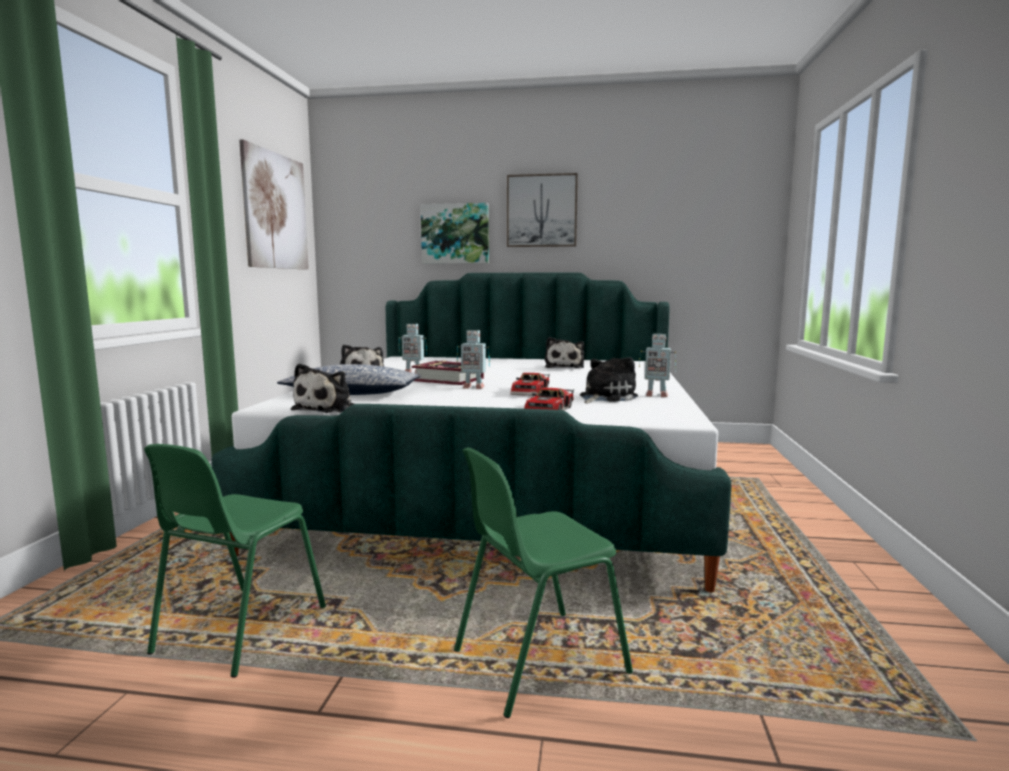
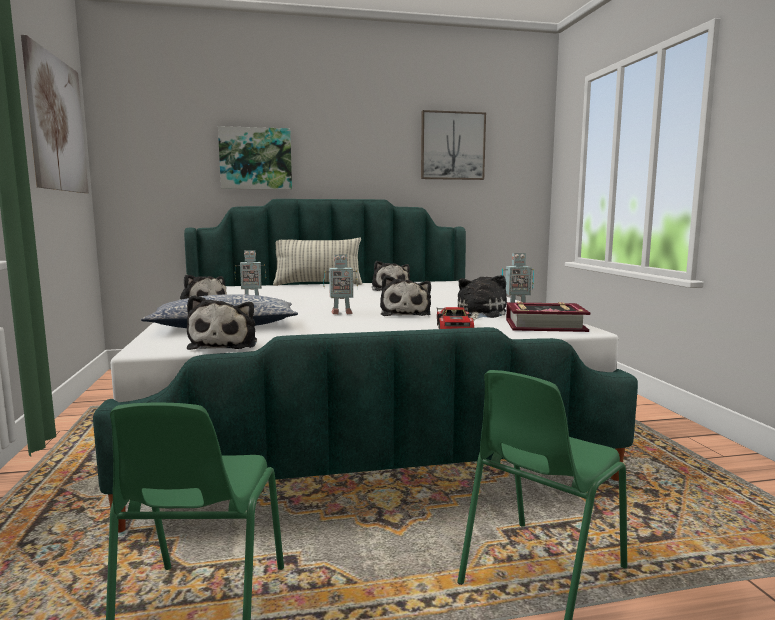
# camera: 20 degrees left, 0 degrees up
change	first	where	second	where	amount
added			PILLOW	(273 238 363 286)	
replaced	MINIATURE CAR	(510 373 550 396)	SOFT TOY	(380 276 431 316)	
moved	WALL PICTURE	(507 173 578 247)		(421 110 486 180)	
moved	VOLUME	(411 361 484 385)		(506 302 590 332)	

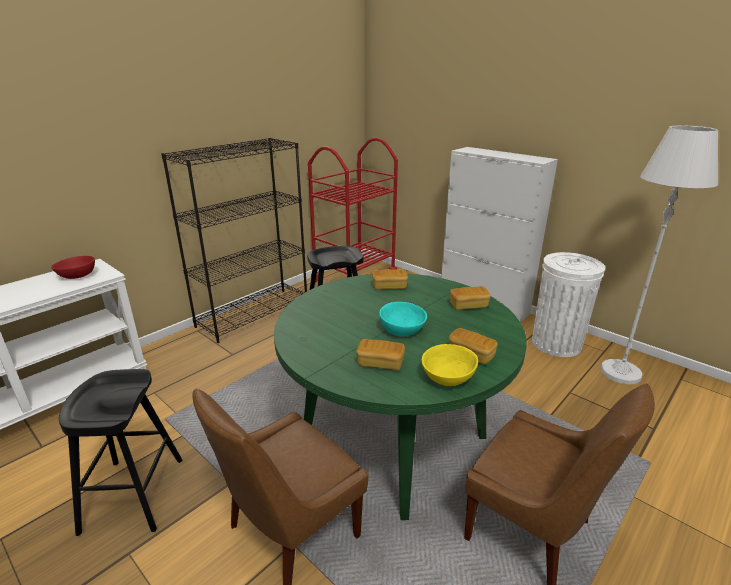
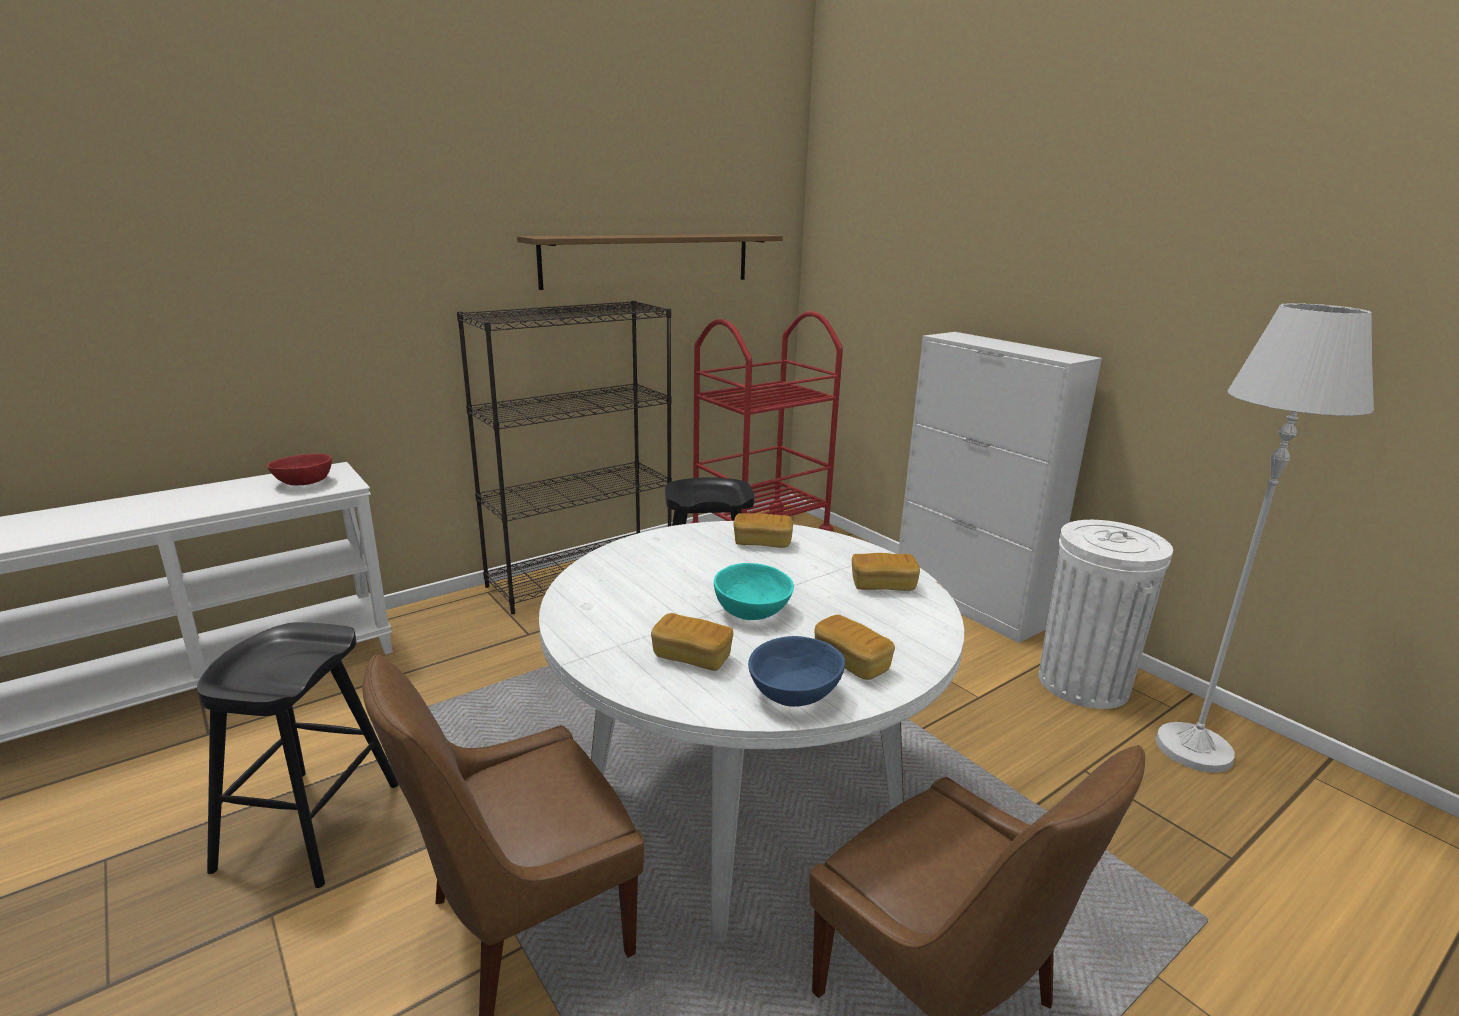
# camera: 10 degrees right, 5 degrees down
change	first	where	second	where	amount
added			SHELF	(517 234 783 290)	
recoloured	GREEN DINING TABLE	(274 274 527 520)	WHITE DINING TABLE	(539 521 964 942)	
recoloured	YELLOWISH DEEP DISH	(422 344 478 386)	BLUE-COLOURED DEEP DISH	(748 636 845 707)	

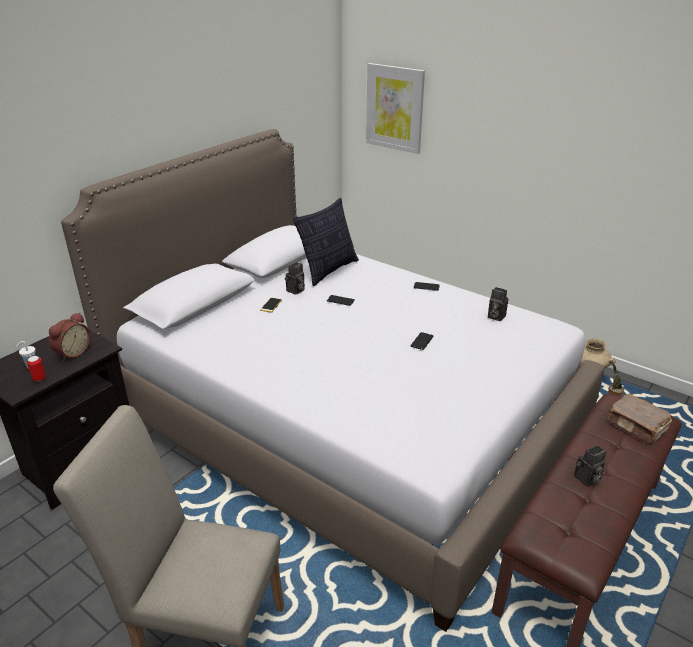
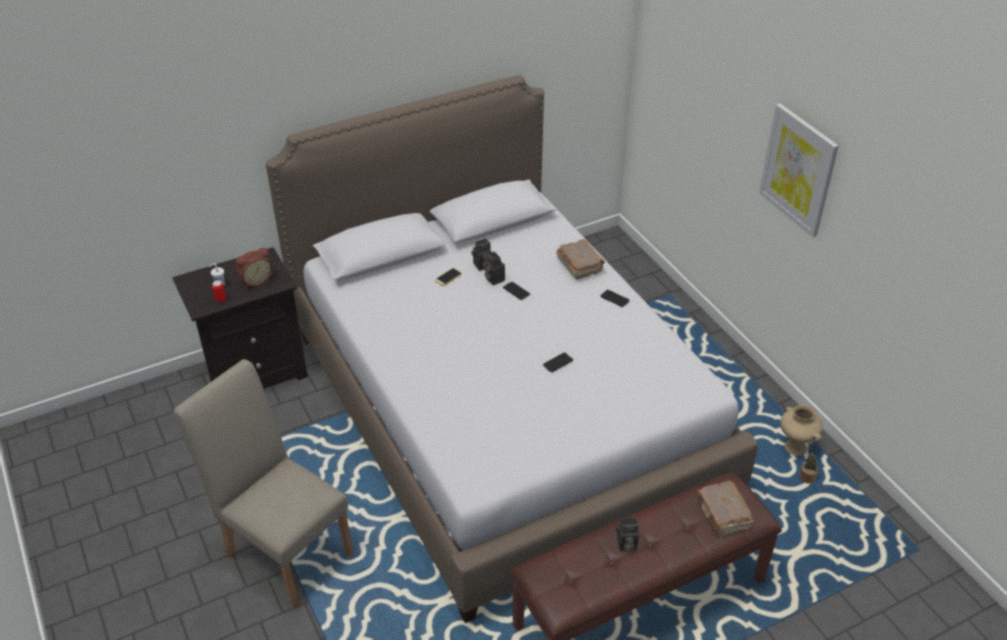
# camera: 25 degrees right, 10 degrees up
change	first	where	second	where	amount
moved	STILL CAMERA	(488 287 508 321)		(485 252 505 285)	
added			BROWNISH VOLUME	(556 239 605 279)	
moved	WALL PICTURE	(366 63 425 154)		(759 104 839 237)	
removed	PILLOW	(293 198 359 286)			

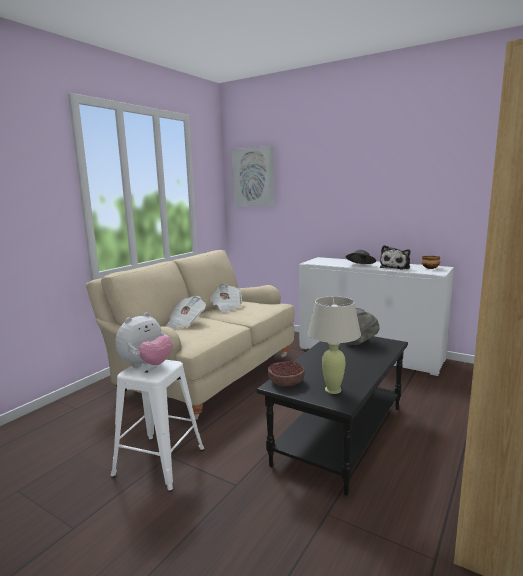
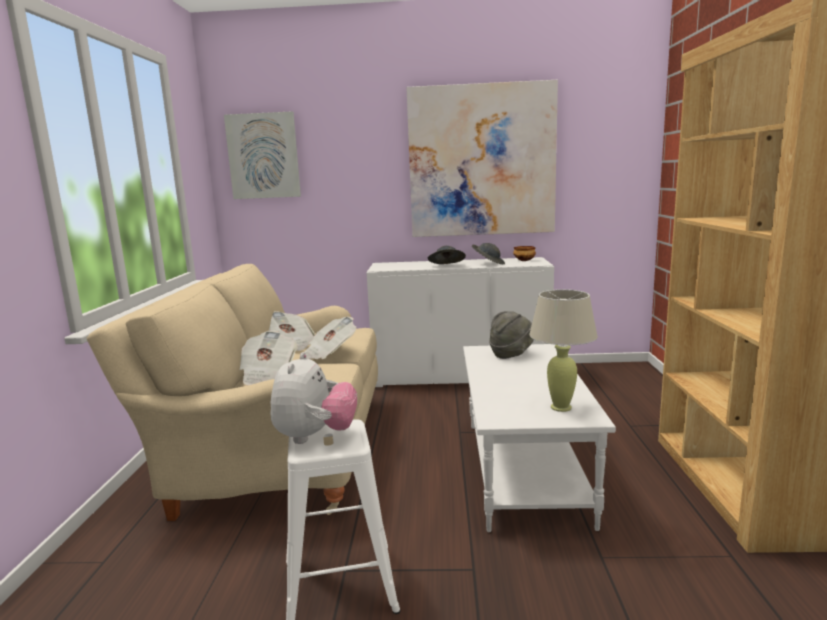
# camera: 30 degrees left, 0 degrees up
change	first	where	second	where	amount
added			NEWSPAPER	(304 316 356 359)	
added			WALL PICTURE	(406 80 558 237)	
recoloured	BLACK COFFEE TABLE	(257 336 408 496)	WHITE COFFEE TABLE	(463 344 616 532)	
replaced	SOFT TOY	(380 245 410 269)	GRAY CLOTHING HAT	(472 243 505 264)	
removed	DEEP DISH	(268 360 304 386)			

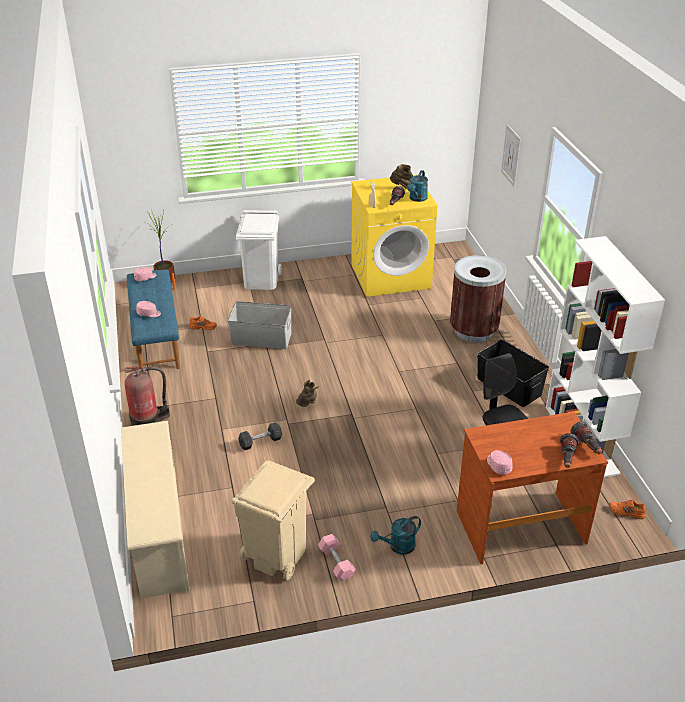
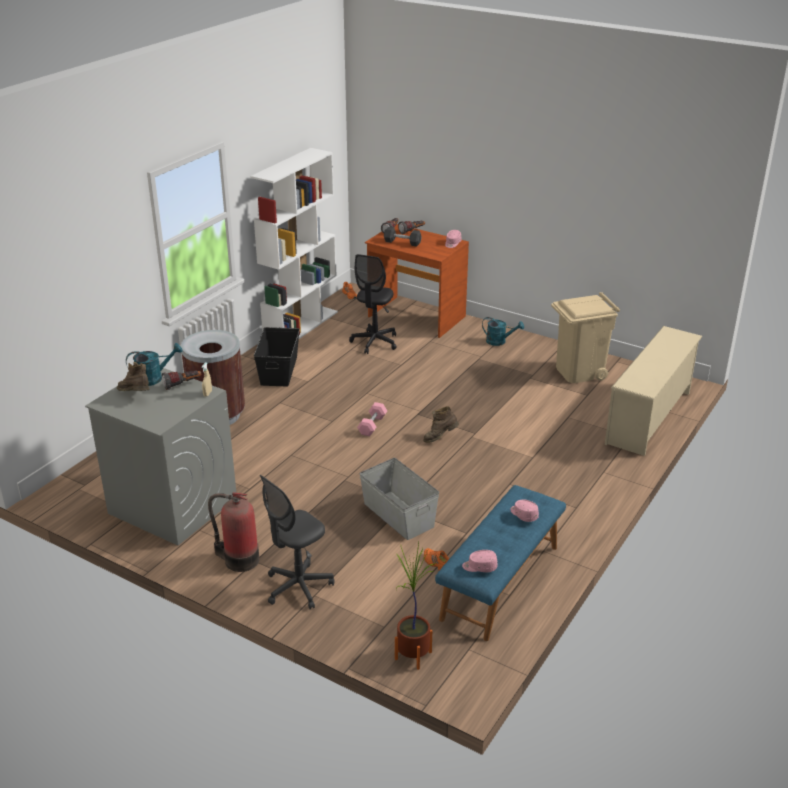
# camera: 135 degrees left, 5 degrees down
change	first	where	second	where	amount
recoloured	YELLOWISH LAUNDRY APPLIANCE	(351 175 437 297)	GRAY LAUNDRY APPLIANCE	(85 368 236 546)	
moved	EXTINGUISHER	(125 366 170 426)		(208 492 259 572)	
replaced	WHITE TRASH CAN	(236 210 282 290)	GRAY DESK CHAIR	(260 475 334 609)	
moved	PINK DUMBBELL	(318 534 356 581)		(357 402 387 436)	
moved	GRAY DUMBBELL	(238 422 282 450)		(384 226 422 247)	
removed	WALL PICTURE	(501 124 521 187)			

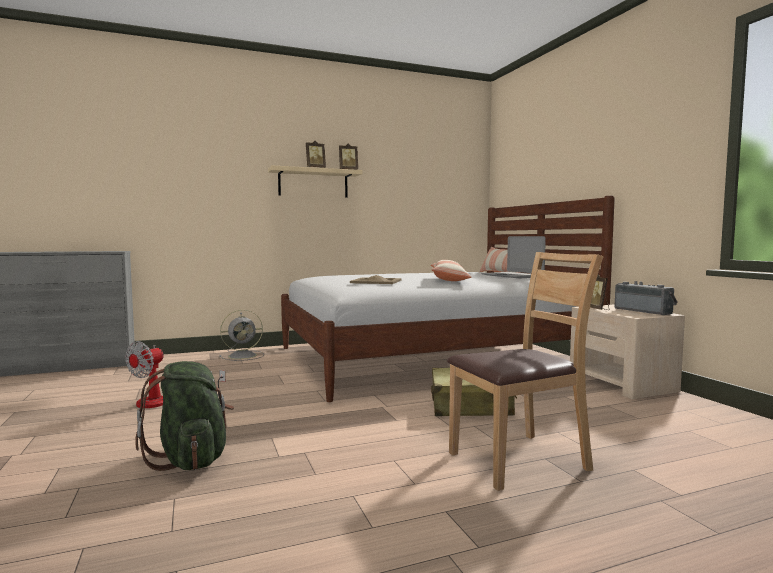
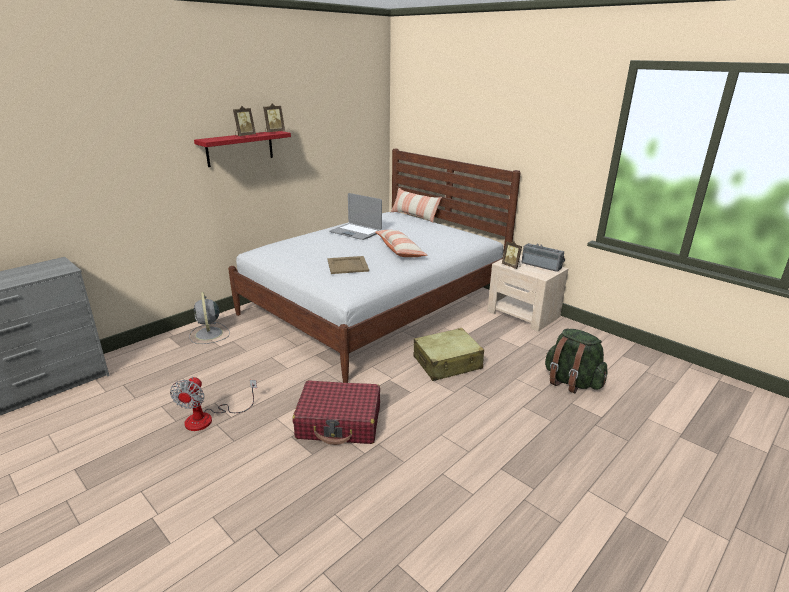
# camera: 25 degrees left, 20 degrees up
change	first	where	second	where	amount
turned	GRAY ELECTRIC FAN	(219 310 264 361)		(189 292 230 344)	120 degrees clockwise
recoloured	BEIGE SHELF	(268 165 363 198)	RED SHELF	(194 131 291 167)	
added			RED TRAVEL CASE	(292 380 380 445)	
moved	NOTEBOOK COMPUTER	(481 236 546 278)		(329 193 382 240)	
moved	GREEN KNAPSACK	(135 361 234 471)		(545 329 607 393)	
removed	BROWNISH PLAIN CHAIR	(447 252 603 491)			

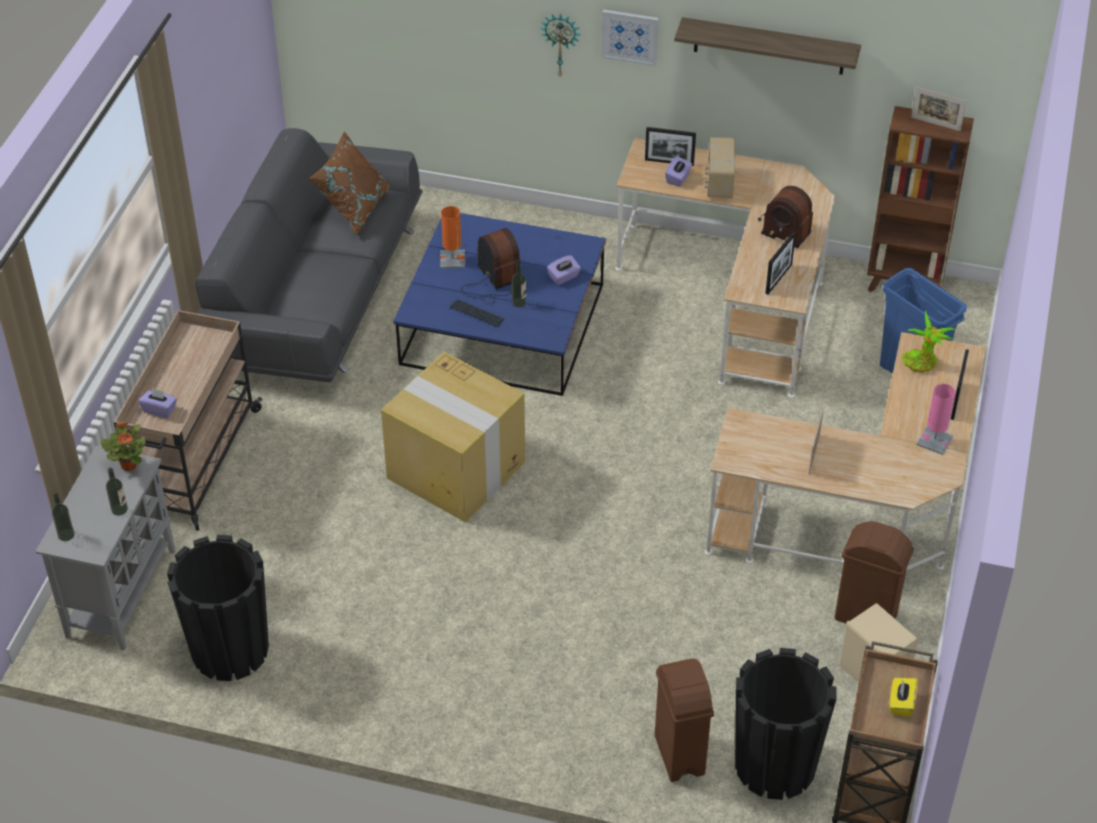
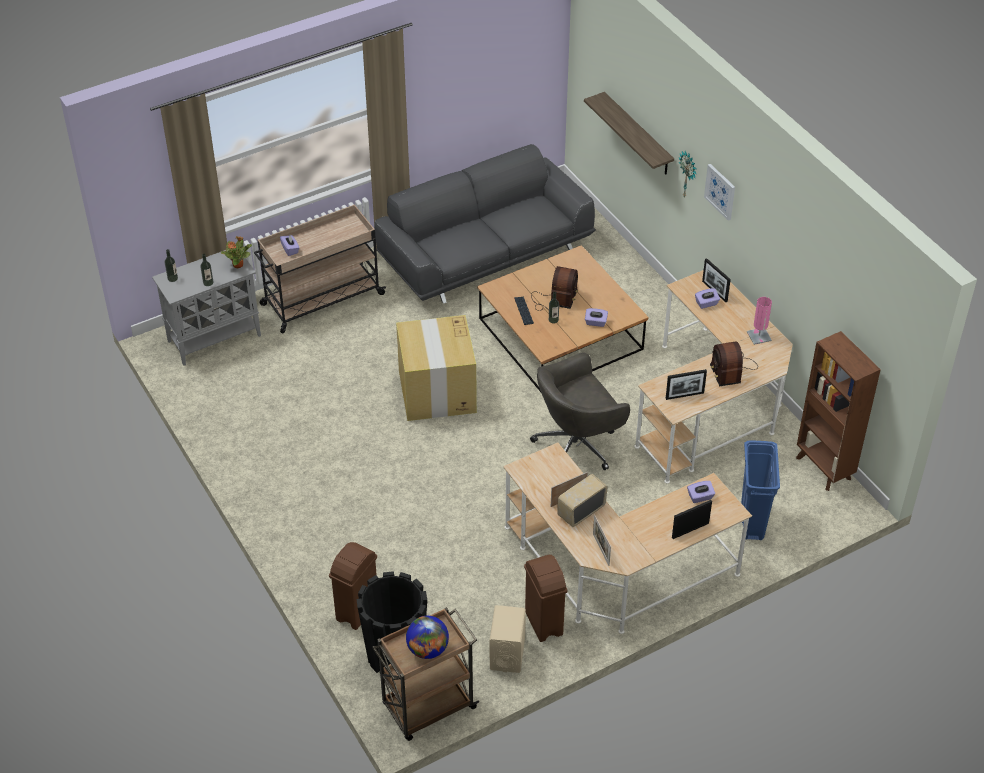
# camera: 45 degrees right, 0 degrees up
change	first	where	second	where	amount
replaced	YELLOWISH BOX OF TISSUES	(890 678 918 717)	GLOBE	(406 616 449 659)	
recoloured	BLUE-COLOURED COFFEE TABLE	(393 213 606 396)	BROWNISH COFFEE TABLE	(477 245 649 392)	
added			GRAY DESK CHAIR	(530 353 630 470)	
moved	RADIO	(705 137 735 198)		(558 474 608 527)	
moved	SHELF	(674 17 861 75)		(584 92 674 174)	
moved	PHOTO FRAME	(911 87 966 131)		(593 515 611 566)	
replaced	HOUSEPLANT	(902 311 956 373)	PURPLISH BOX OF TISSUES	(687 481 715 503)	
moved	PINK LAMP FOR A TABLE	(916 384 956 455)		(747 297 772 345)	
removed	BLACK FLOWER POT	(167 535 269 681)			
removed	BROWNISH PILLOW	(309 131 390 235)			
removed	ORANGE-COLOURED LAMP FOR A TABLE	(440 206 465 268)			

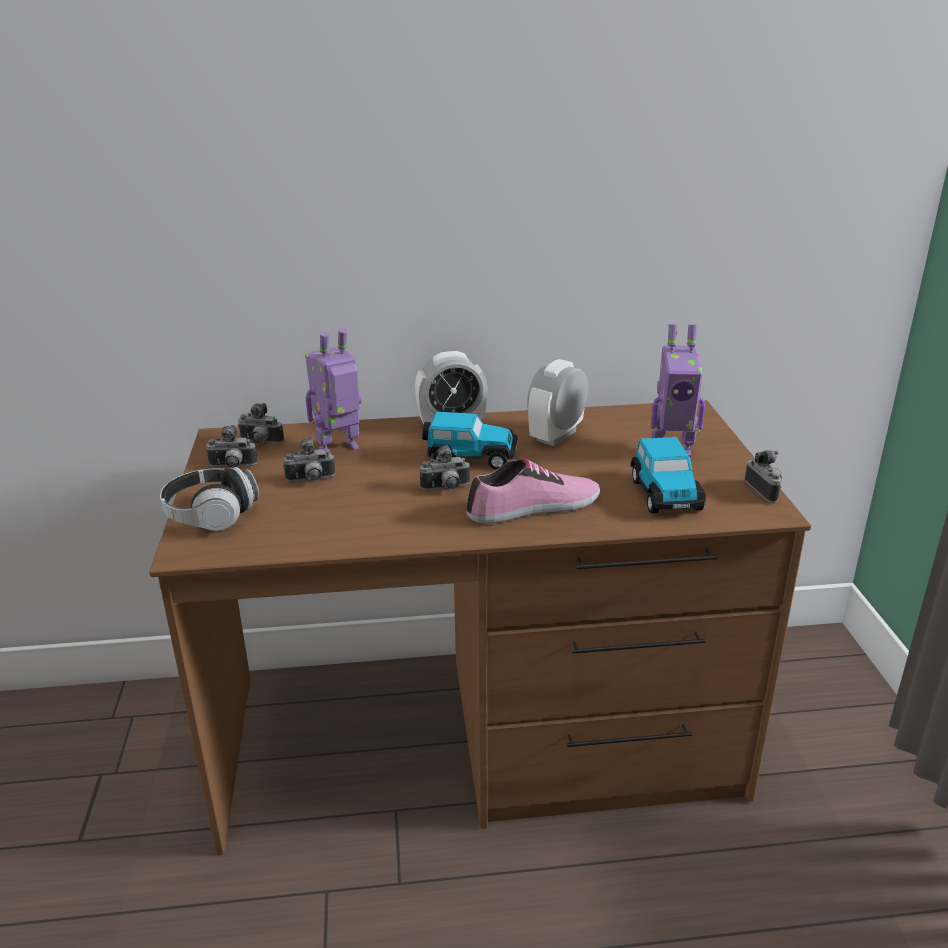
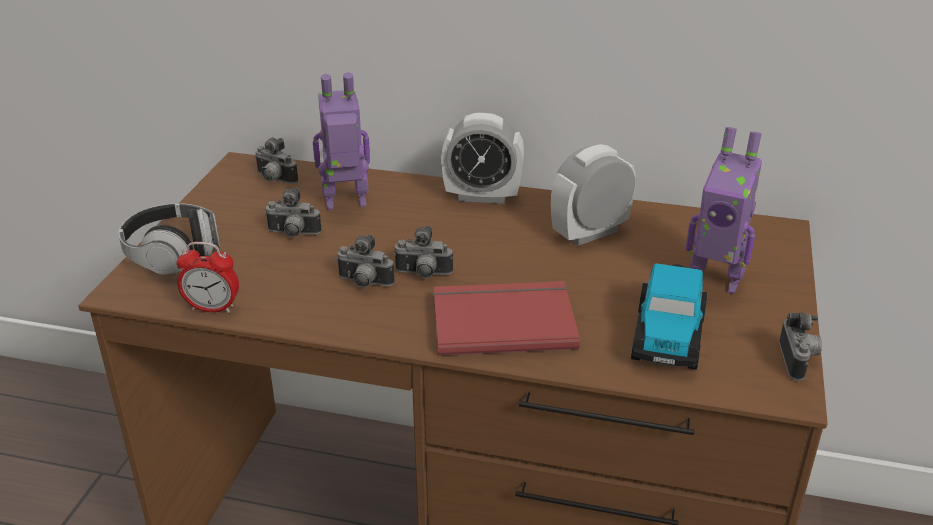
# camera: 20 degrees right, 5 degrees up
change	first	where	second	where	amount
added			ALARM CLOCK	(176 242 239 313)	
moved	STILL CAMERA	(206 425 258 468)		(336 234 395 287)	
replaced	ITEM OF FOOTWEAR	(467 459 600 524)	RED VOLUME	(433 281 580 356)	
removed	MINIATURE CAR	(422 412 518 470)			

